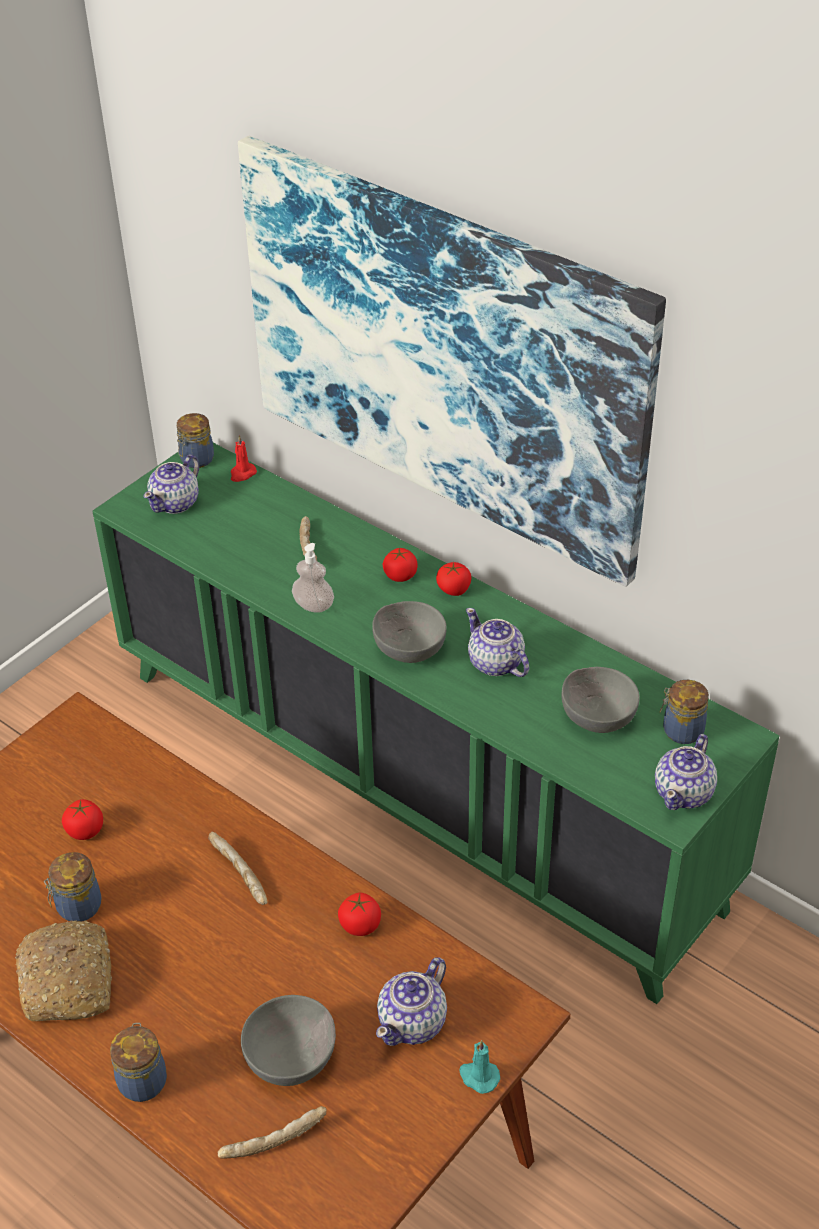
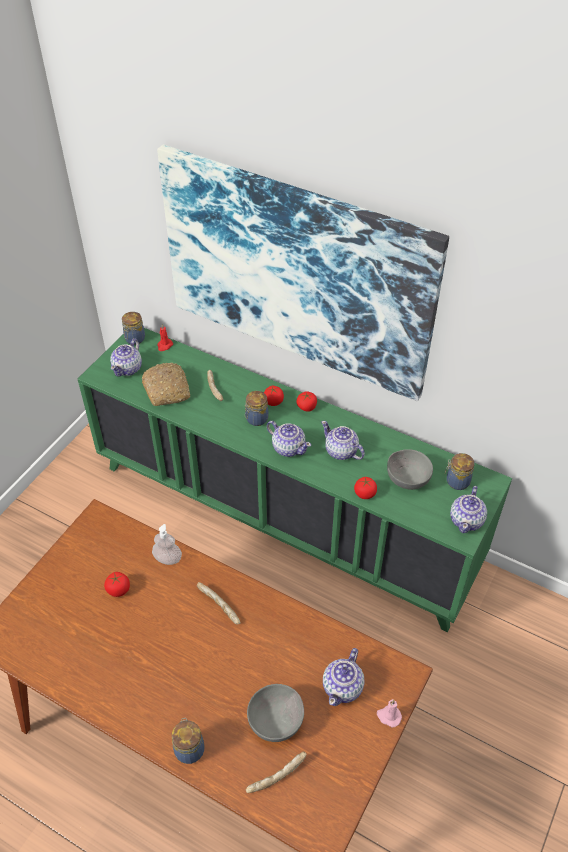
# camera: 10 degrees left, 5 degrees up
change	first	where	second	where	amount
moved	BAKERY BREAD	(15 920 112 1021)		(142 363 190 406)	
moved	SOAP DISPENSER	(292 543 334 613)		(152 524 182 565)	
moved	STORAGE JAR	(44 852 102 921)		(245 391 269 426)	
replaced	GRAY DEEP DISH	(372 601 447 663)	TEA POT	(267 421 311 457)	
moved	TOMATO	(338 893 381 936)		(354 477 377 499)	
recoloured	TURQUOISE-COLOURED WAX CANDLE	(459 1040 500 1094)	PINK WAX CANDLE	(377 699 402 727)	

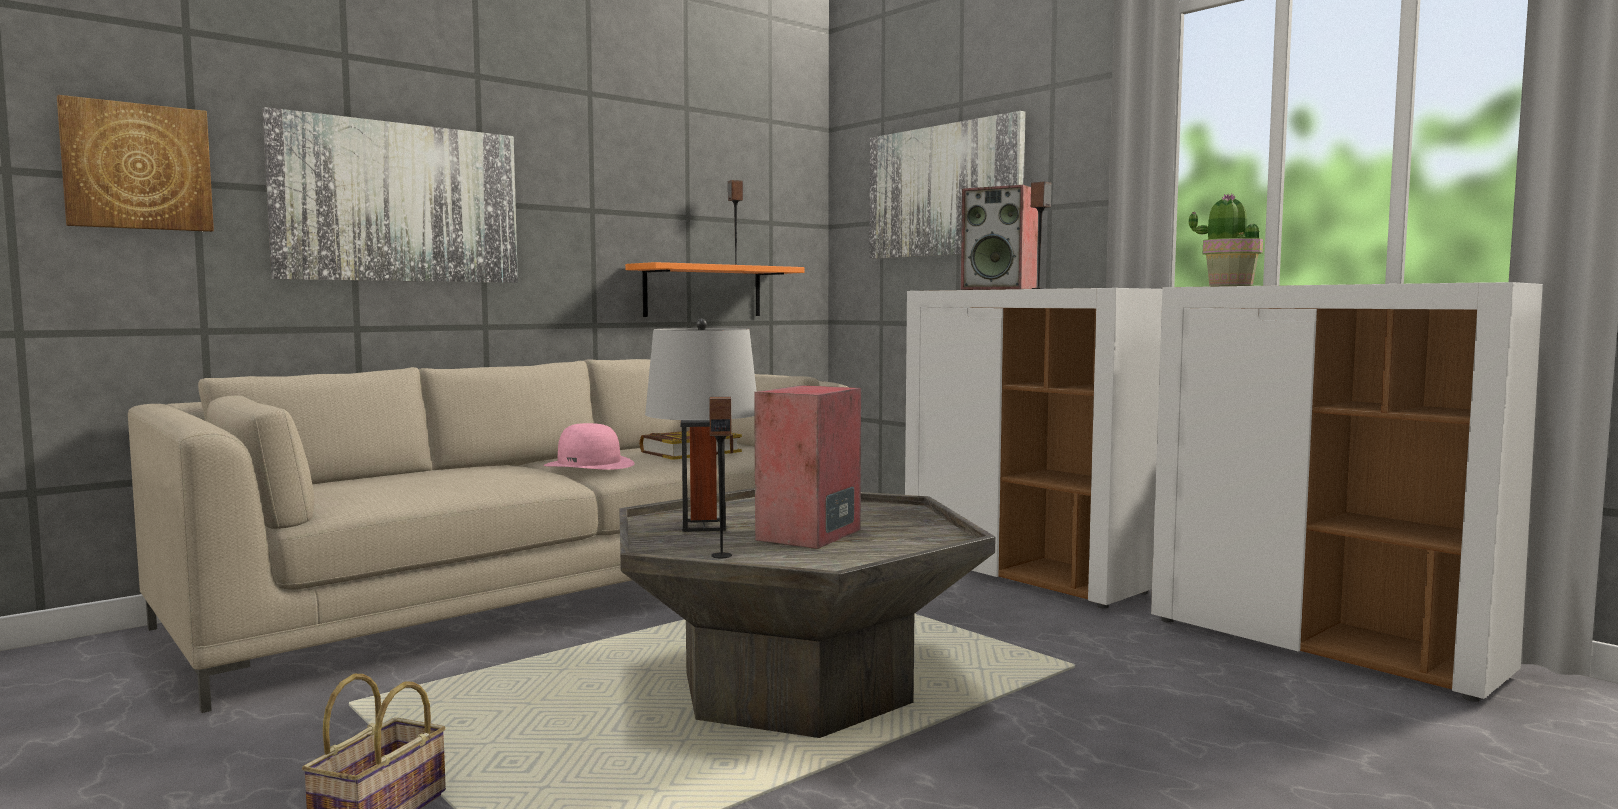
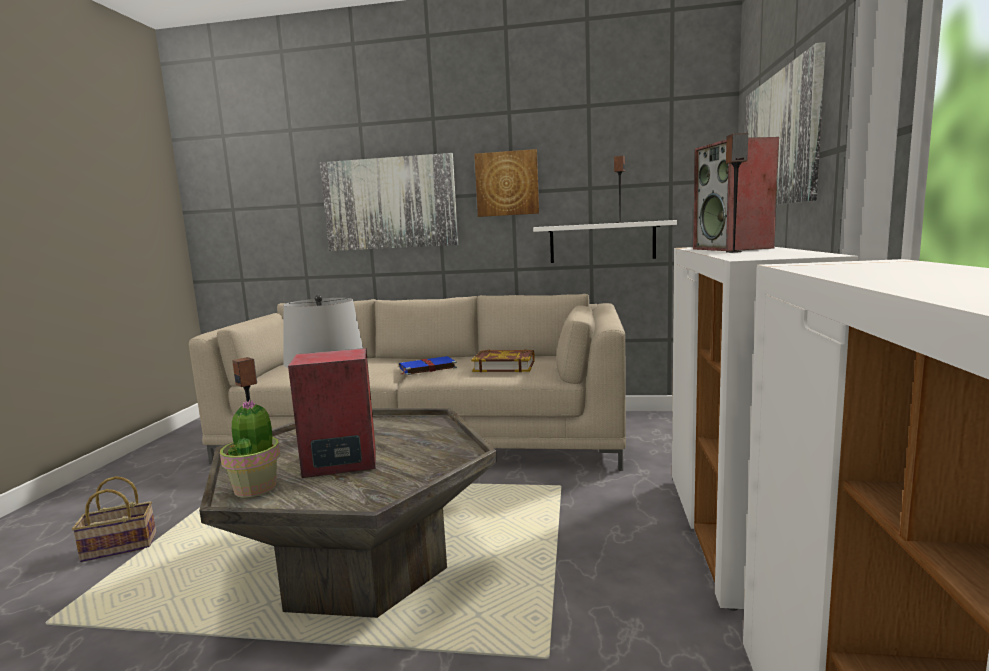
# camera: 50 degrees right, 5 degrees up
change	first	where	second	where	amount
moved	HOUSEPLANT	(1189 194 1263 286)		(220 399 280 498)	
replaced	PINK CLOTHING HAT	(543 423 635 470)	BLUE-COLOURED VOLUME	(399 356 457 375)	
moved	WALL PICTURE	(57 95 214 232)		(474 149 539 217)	
recoloured	ORANGE-COLOURED SHELF	(625 262 804 317)	WHITE SHELF	(533 220 677 263)	

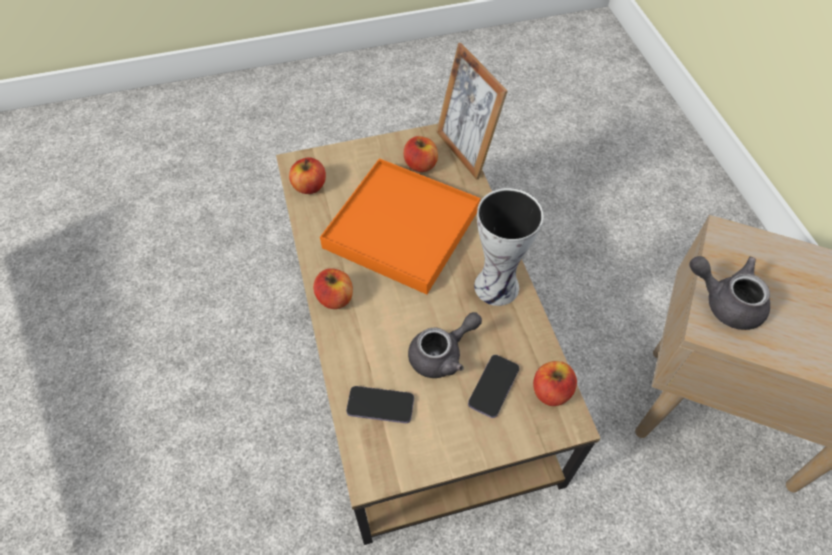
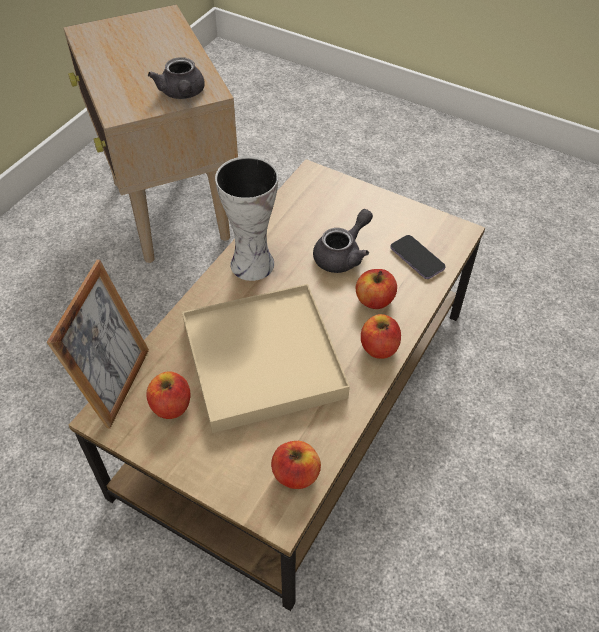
# camera: 135 degrees left, 5 degrees down
change	first	where	second	where	amount
recoloured	ORANGE-COLOURED CARRYING TRAY	(320 158 480 294)	BEIGE CARRYING TRAY	(182 284 350 433)	
turned	GRAY TEA POT	(408 312 482 378)		(313 209 373 273)	120 degrees clockwise
moved	WHOLE APPLE	(533 361 577 406)		(356 269 397 309)	
removed	TELEPHONE	(468 355 519 418)			

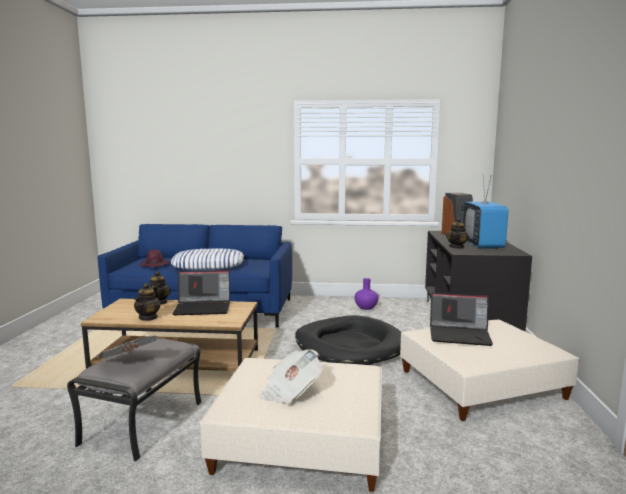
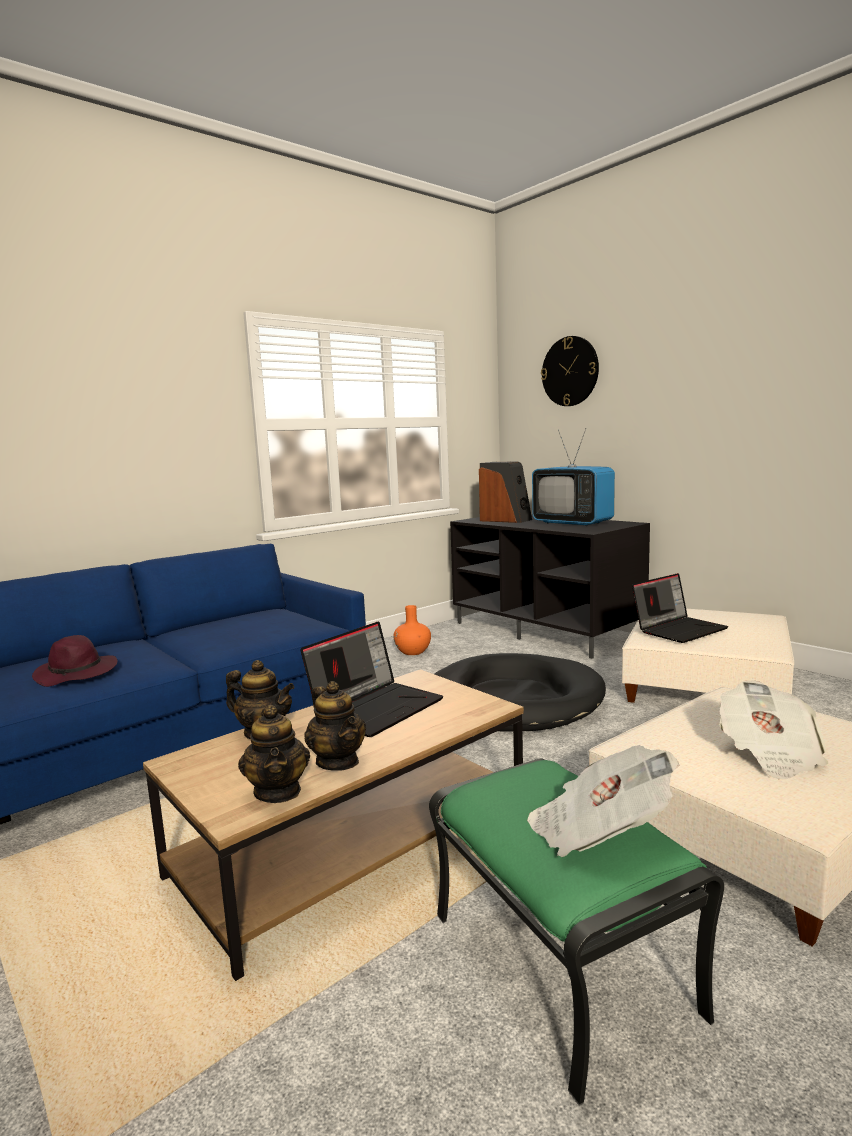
# camera: 45 degrees left, 0 degrees up
change	first	where	second	where	amount
moved	TEA POT	(446 218 469 249)		(238 705 310 803)	
recoloured	PURPLISH VASE	(355 278 378 310)	ORANGE-COLOURED VASE	(393 605 431 655)	
recoloured	GRAY OTTOMAN	(67 338 201 462)	GREEN OTTOMAN	(429 758 724 1106)	
added			CLOCK ON THE WALL	(541 336 599 406)	
removed	PILLOW	(171 248 244 270)			

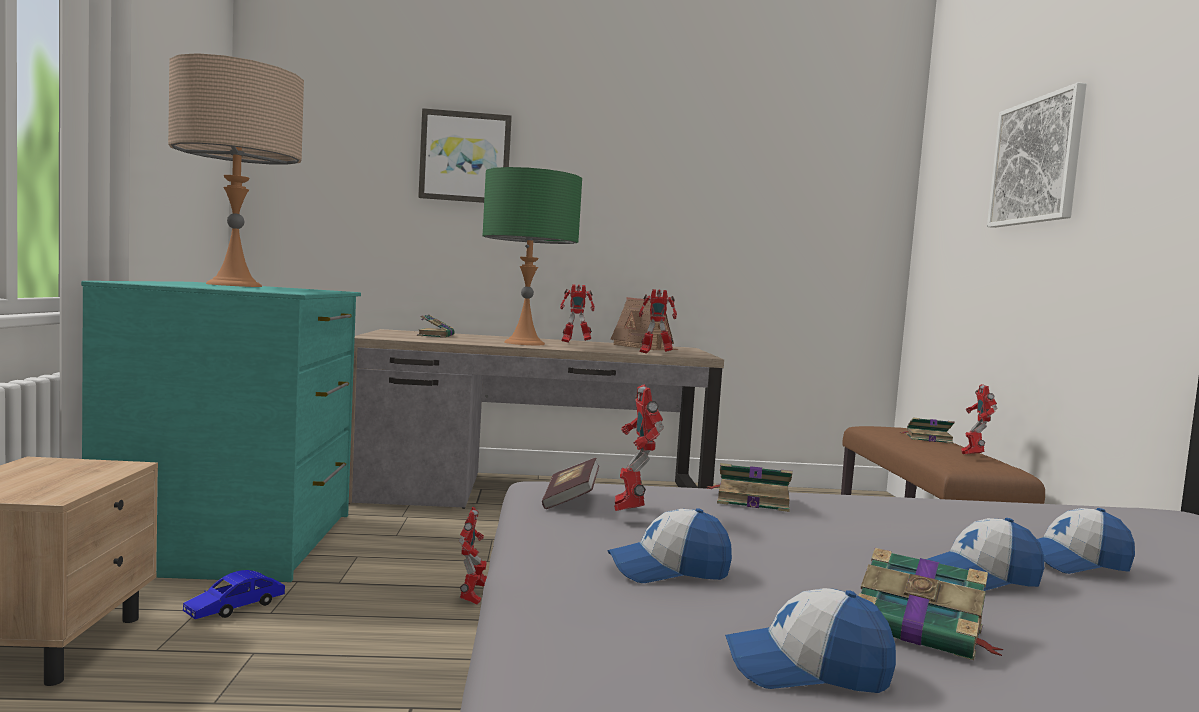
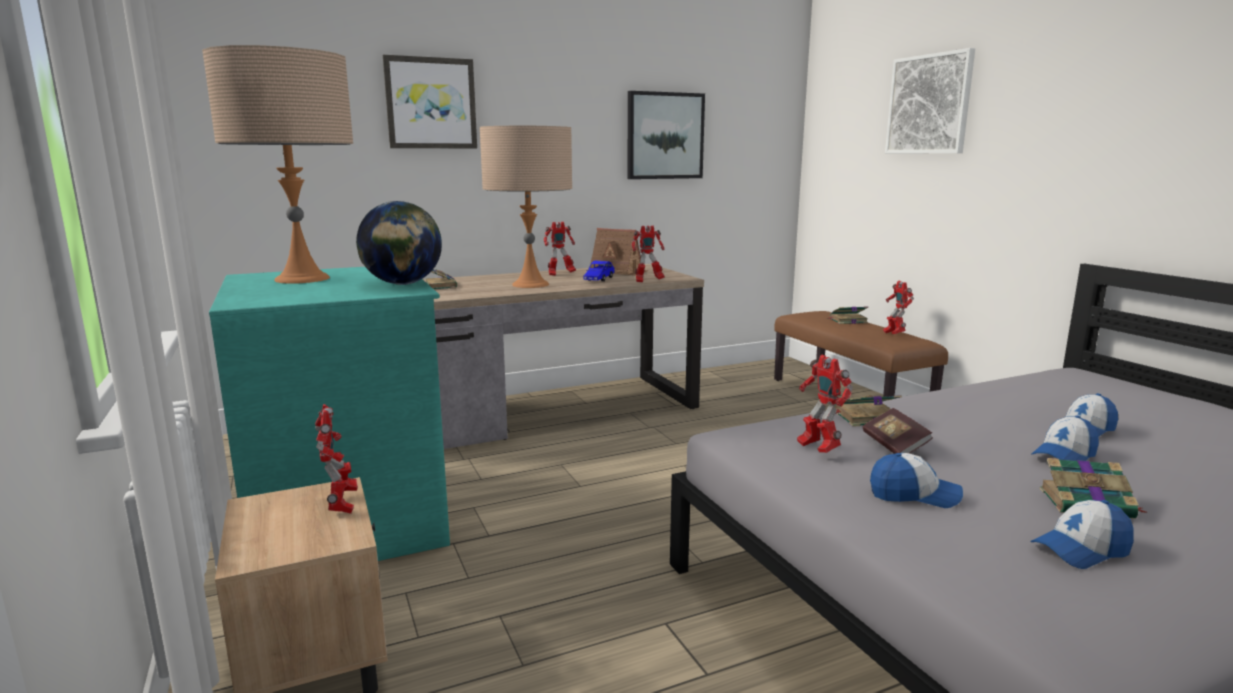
# camera: 20 degrees left, 10 degrees up
change	first	where	second	where	amount
moved	TOY ROBOT	(459 507 487 605)		(315 404 358 514)	
added			GLOBE	(356 201 442 285)	
recoloured	GREEN LAMP FOR A TABLE	(483 167 582 345)	BEIGE LAMP FOR A TABLE	(480 126 572 288)	
moved	BLUE-COLOURED MINIATURE CAR	(183 570 285 619)		(584 261 615 282)	
added			WALL PICTURE	(627 91 705 179)	
moved	VOLUME	(542 458 599 509)		(863 408 933 454)	
turned	PEAKED CAP	(607 508 732 583)		(870 453 963 508)	135 degrees counterclockwise

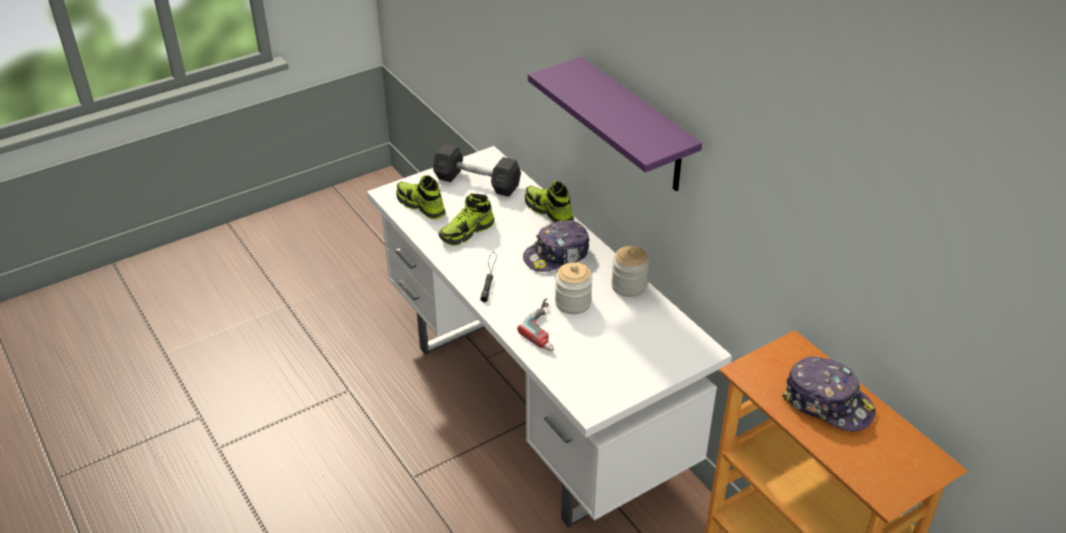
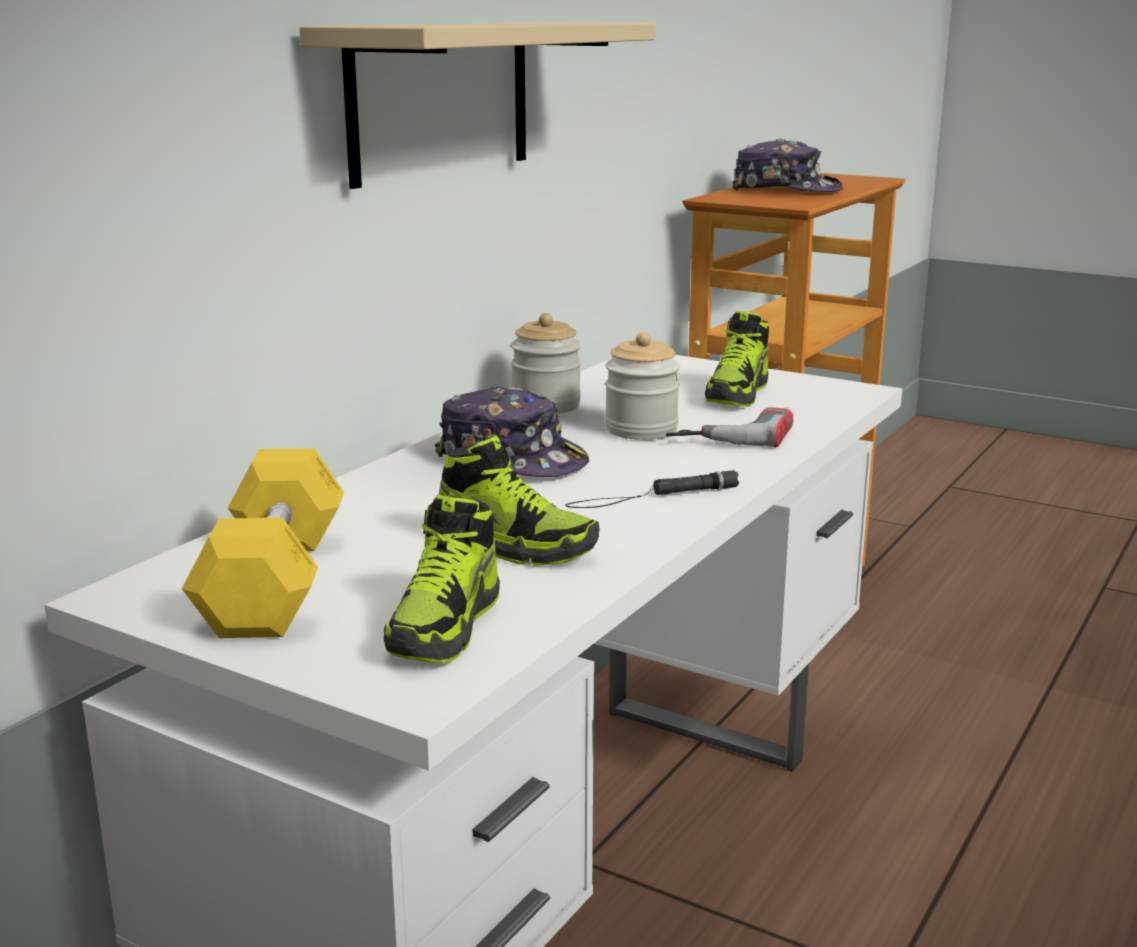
# camera: 115 degrees left, 20 degrees down
change	first	where	second	where	amount
recoloured	GRAY DUMBBELL	(433 143 521 197)	YELLOWISH DUMBBELL	(182 448 344 638)	
recoloured	PURPLISH SHELF	(528 57 702 191)	BEIGE SHELF	(300 22 656 189)	
moved	ITEM OF FOOTWEAR	(525 181 574 223)		(705 311 769 407)	
turned	PEAKED CAP	(782 356 876 432)		(733 138 843 192)	105 degrees clockwise

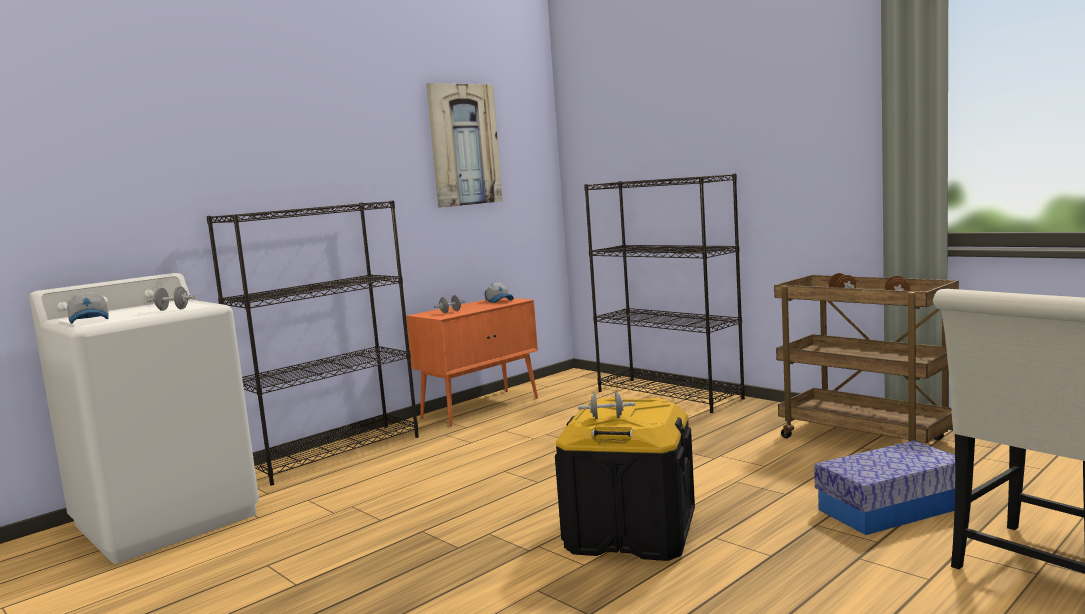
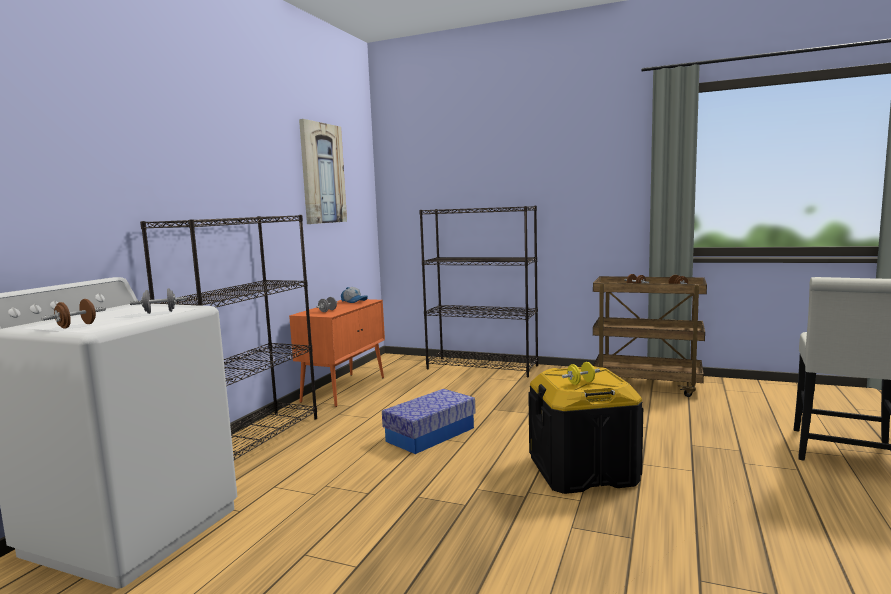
# camera: 25 degrees left, 0 degrees up
change	first	where	second	where	amount
replaced	PEAKED CAP	(67 292 109 324)	BROWNISH DUMBBELL	(41 299 106 329)	
moved	STORAGE BIN	(814 441 955 535)		(382 389 475 454)	
recoloured	GRAY DUMBBELL	(578 392 635 419)	YELLOWISH DUMBBELL	(562 362 600 385)	

